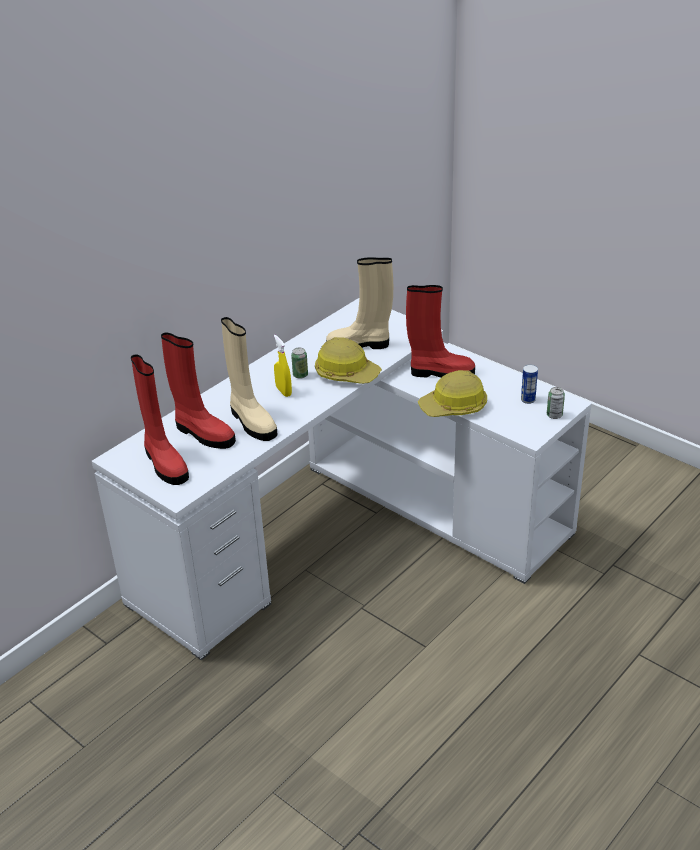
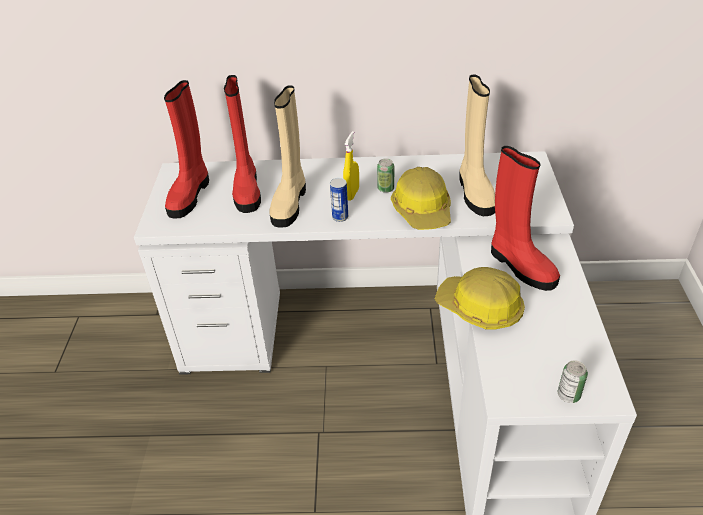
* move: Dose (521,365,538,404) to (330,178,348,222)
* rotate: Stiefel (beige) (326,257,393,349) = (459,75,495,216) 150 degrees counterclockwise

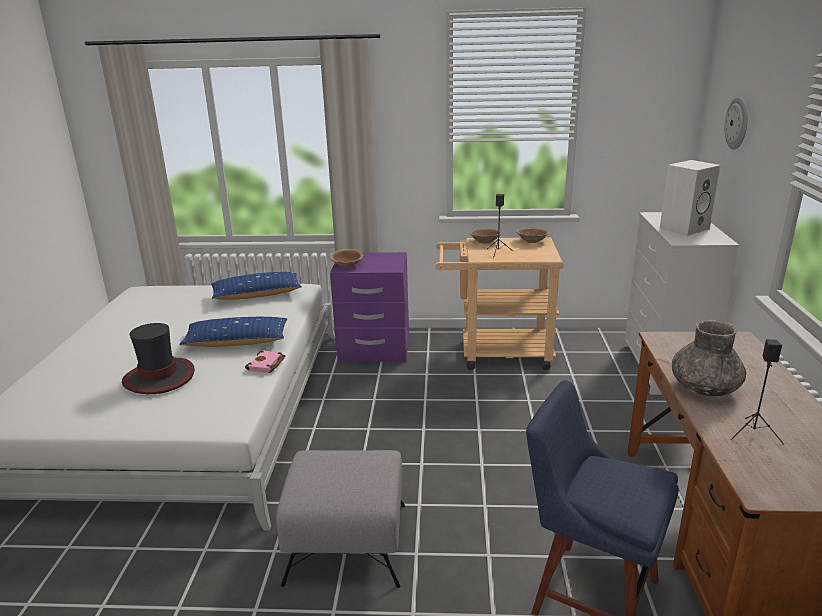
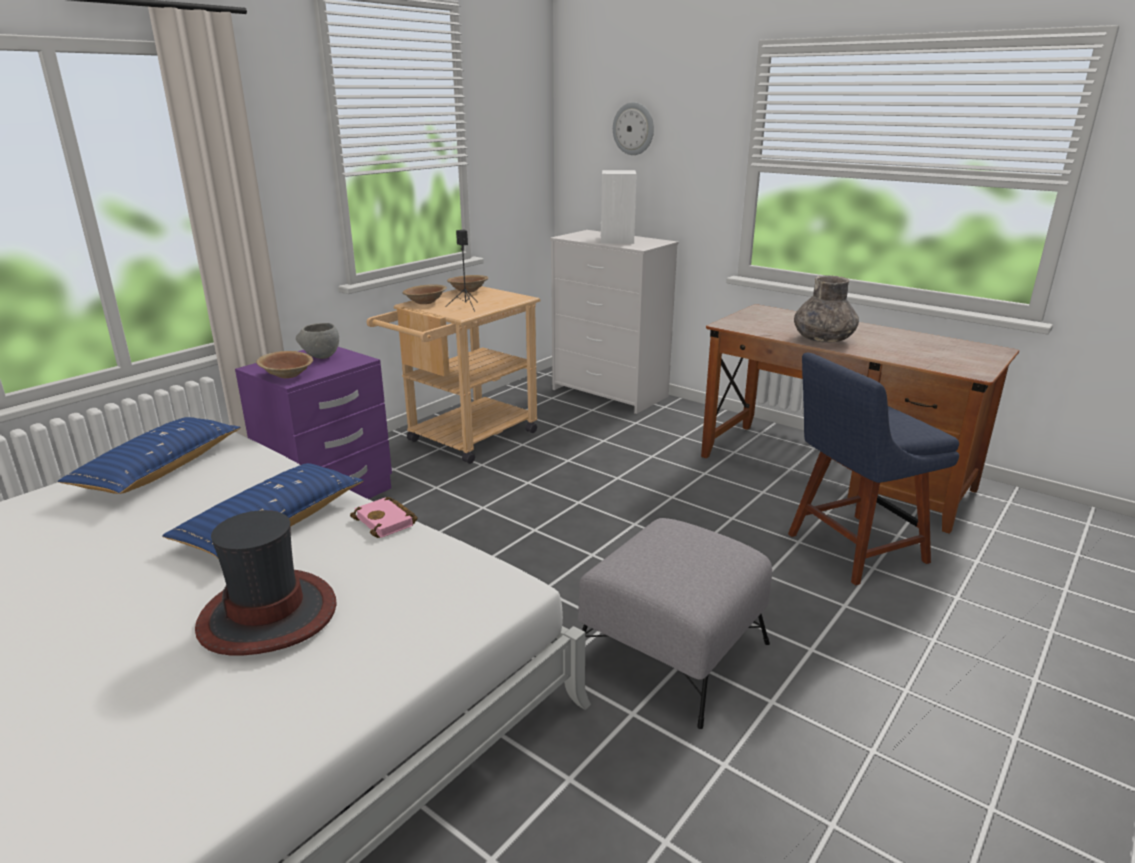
* delete: Lautsprecher (schwarz) (731,339,784,445)
* insert: Schüssel (grau) (296,323,339,359)

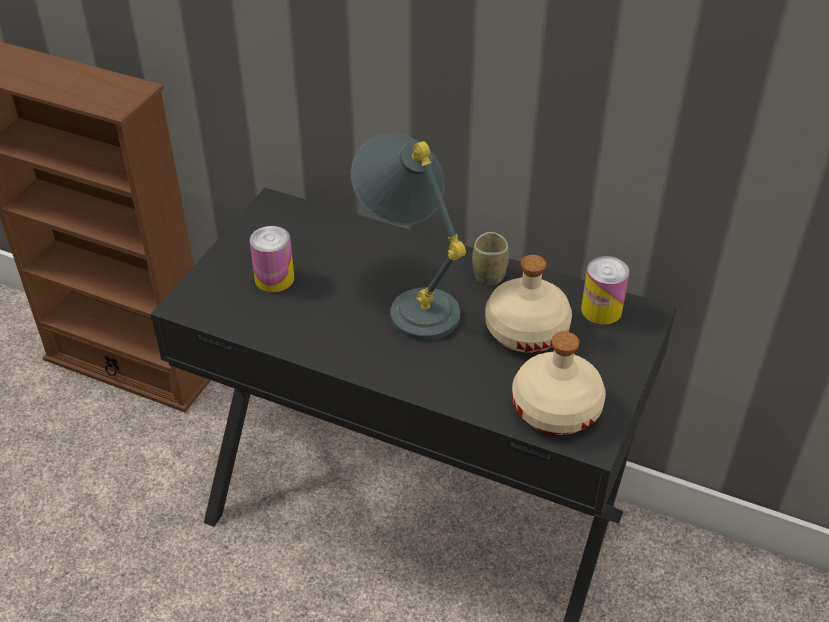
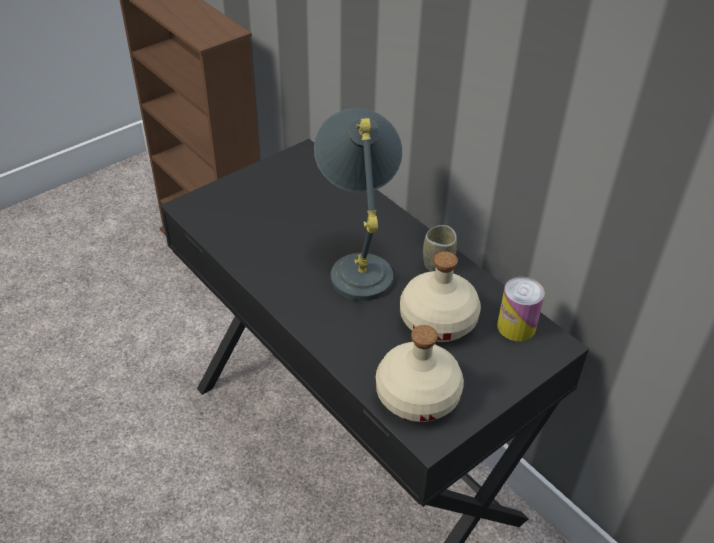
* delete: Dose (250,226,294,292)

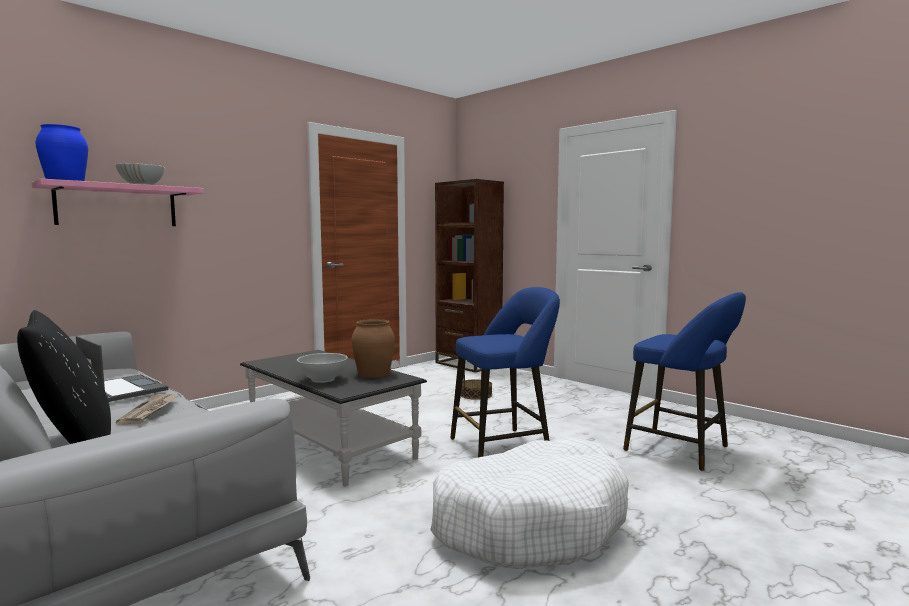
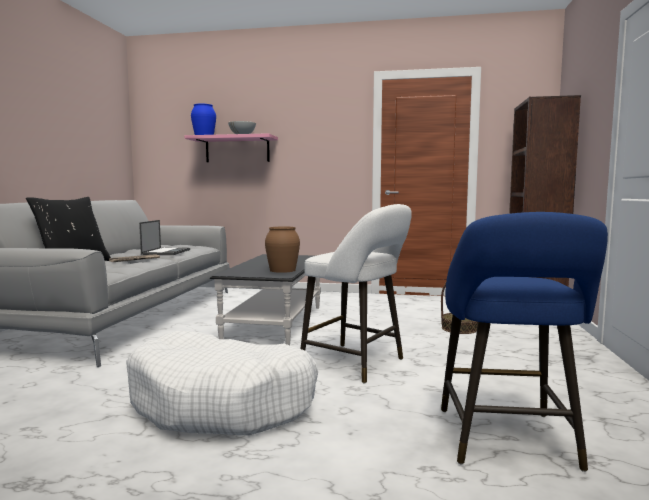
* delete: Schüssel (weiß) (297,353,348,383)
* recolor: Hocker (blau) (450,287,560,457) to Hocker (weiß) (301,204,412,383)

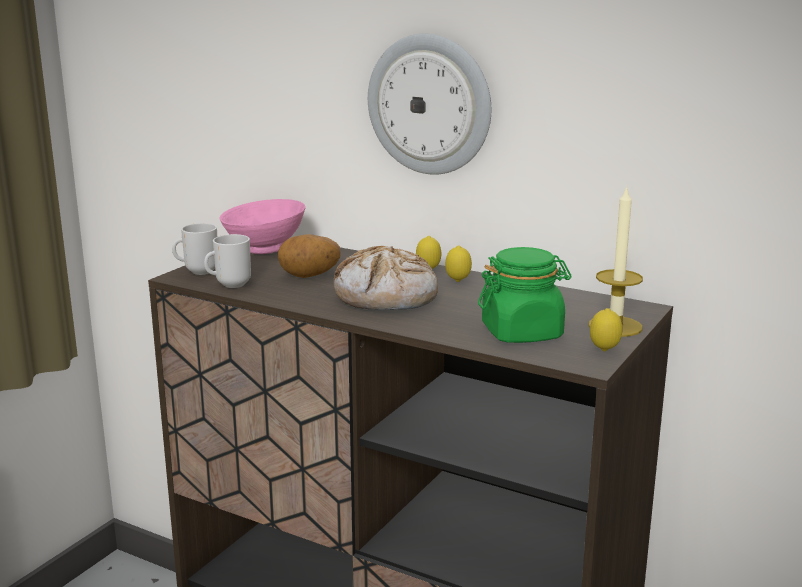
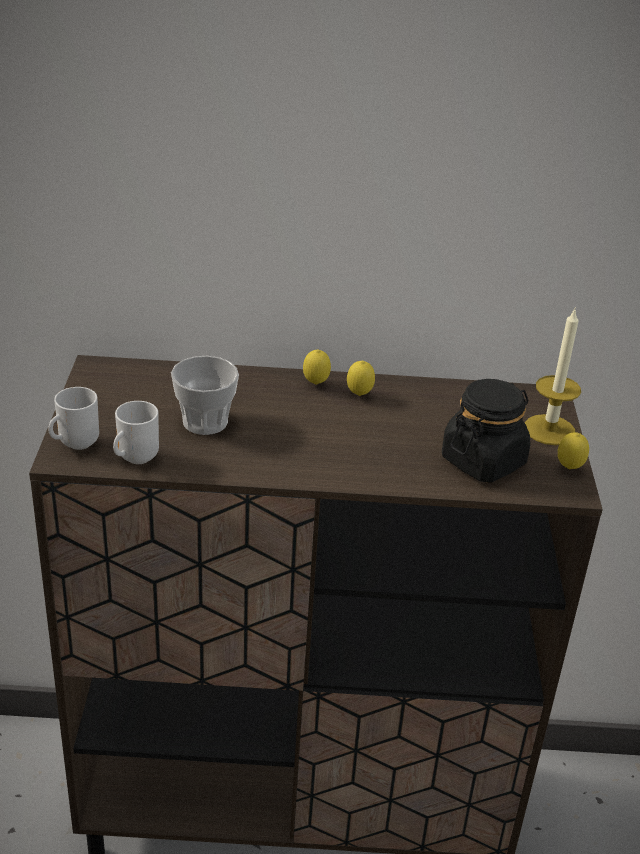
* delete: Schüssel (rosa) (219,199,306,254)
* delete: Brot (334,246,438,310)
* delete: Wanduhr (368,34,491,175)
* replace: Kartoffel (278,234,341,278) to Tasse (171,356,239,435)
* recolor: Vorratsglas (grün) (478,247,571,343) to Vorratsglas (schwarz) (442,379,531,483)

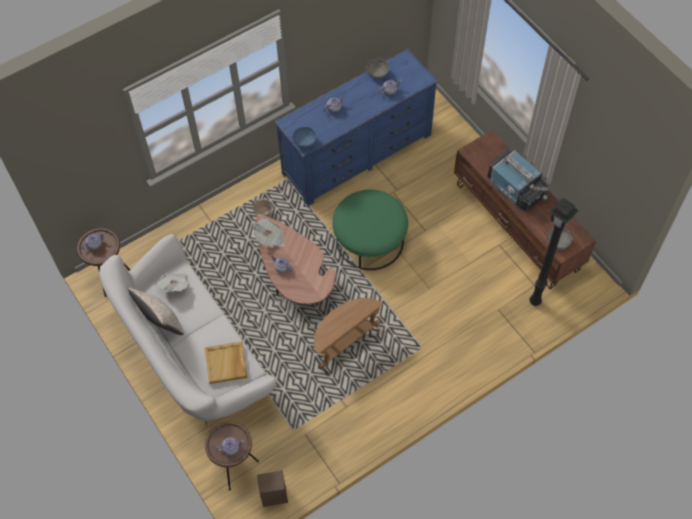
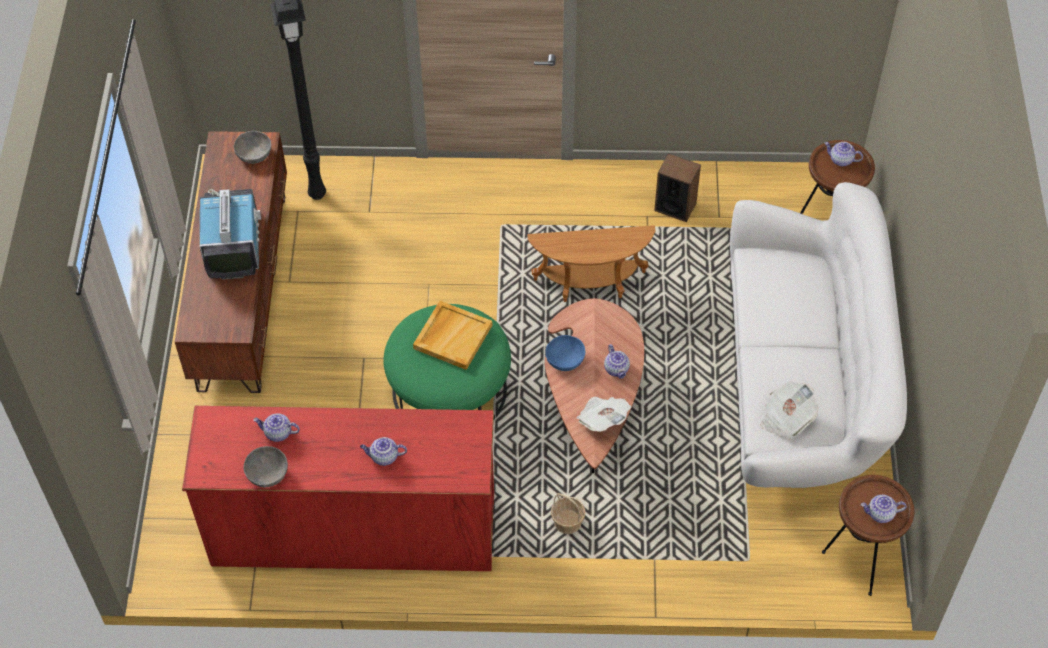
* delete: Kissen (beige) (128,288,184,335)
* move: Tablett (beige) (205,341,248,384) to (413,301,492,370)
* move: Lautsprecher (257,470,288,507) to (654,153,701,222)
* move: Schüssel (blau) (293,127,317,148) to (545,335,585,371)
* recolor: Kommode (blau) (274,49,438,206) to Kommode (rot) (182,405,494,571)

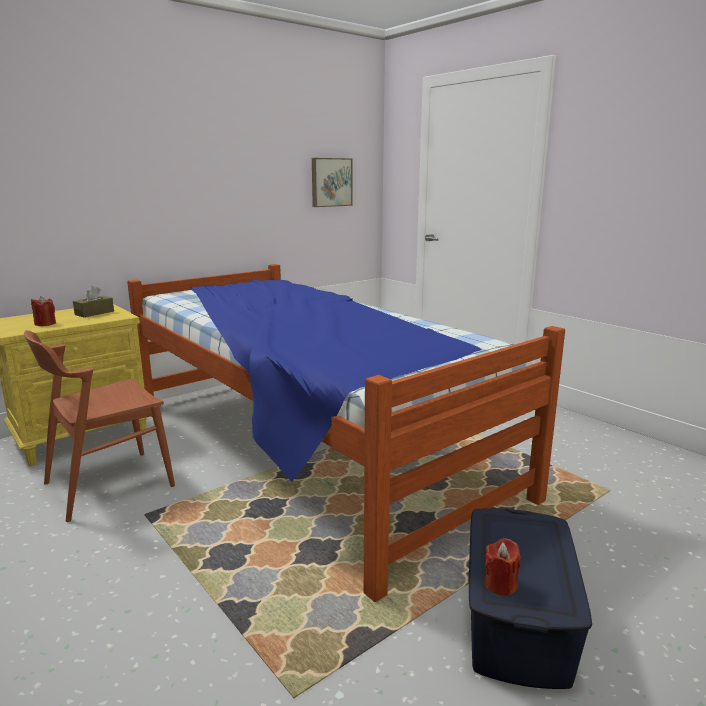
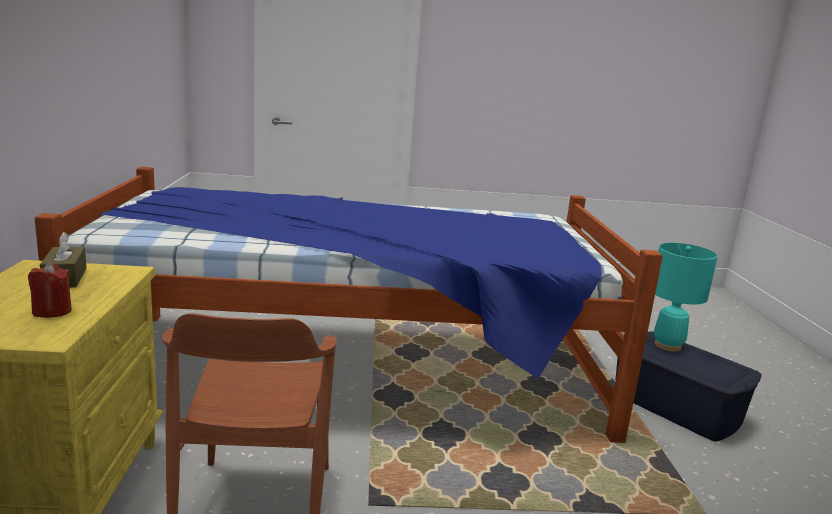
* delete: Bild (312,158,353,207)
* delete: Kerze (rot) (484,538,521,596)
* insert: Tischlampe (türkis) (654,243,718,352)

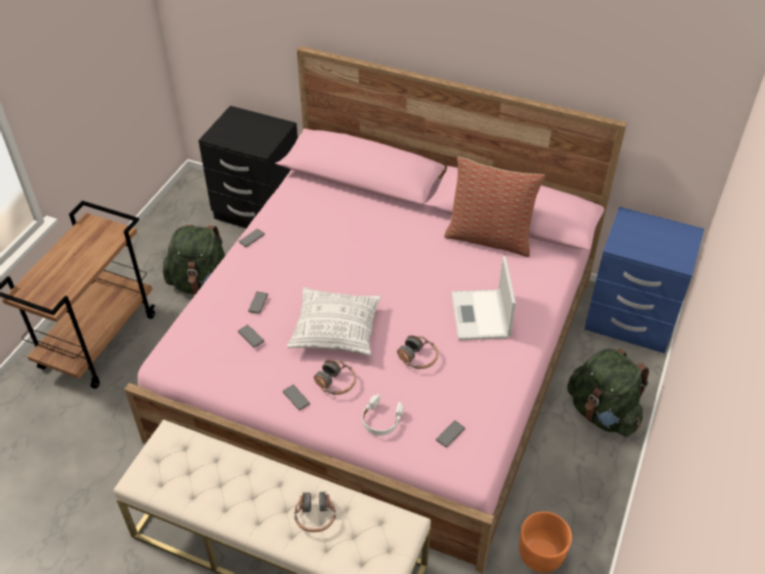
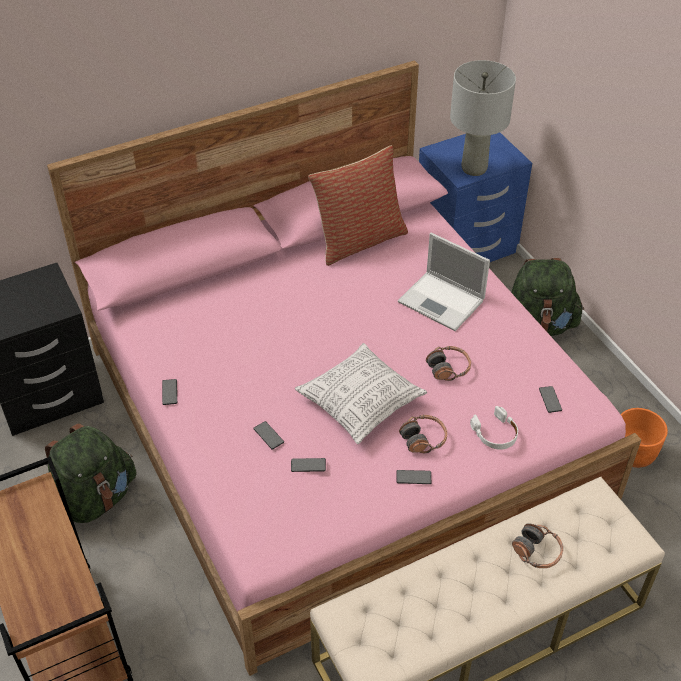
* insert: Tischlampe (grau) (450,60,516,176)

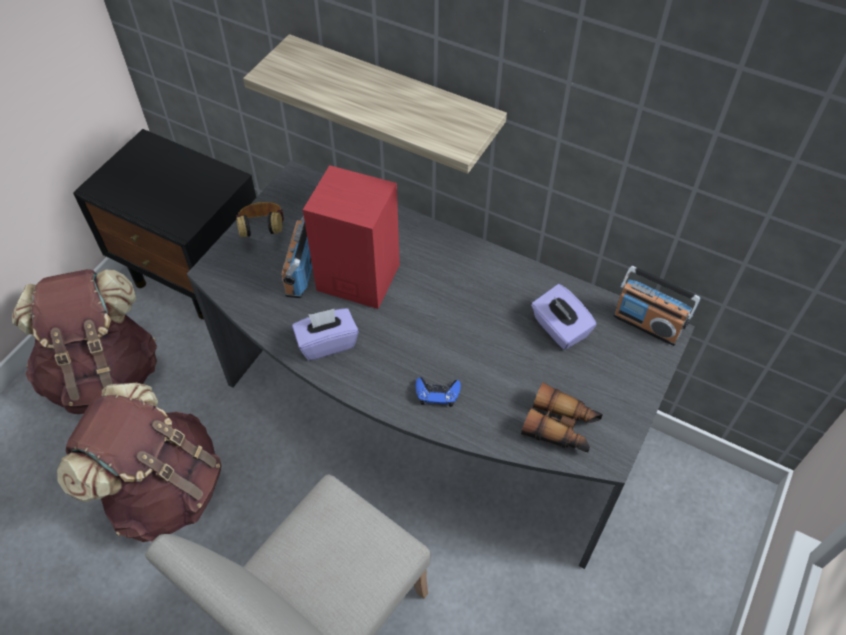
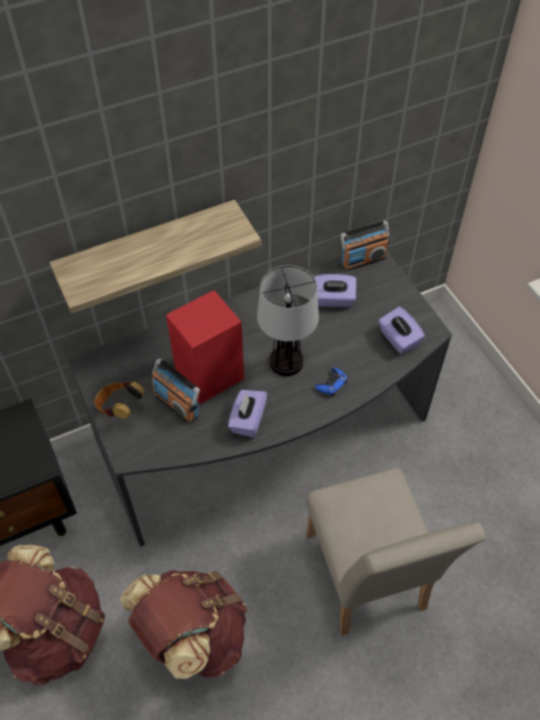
* insert: Tischlampe (257,265,319,376)
* replace: Fernglas (521,383,603,452) to Taschentuchbox (lila) (379,307,425,354)

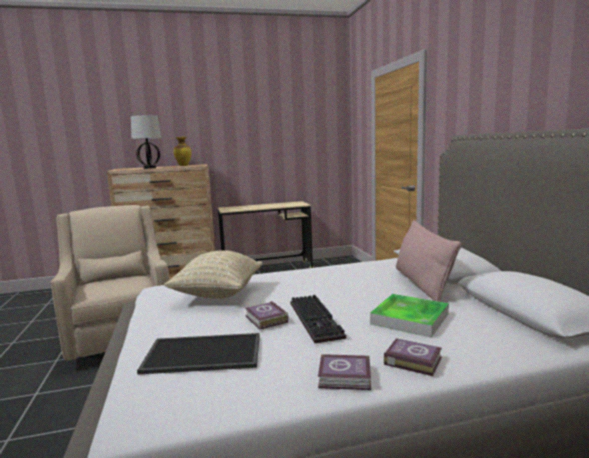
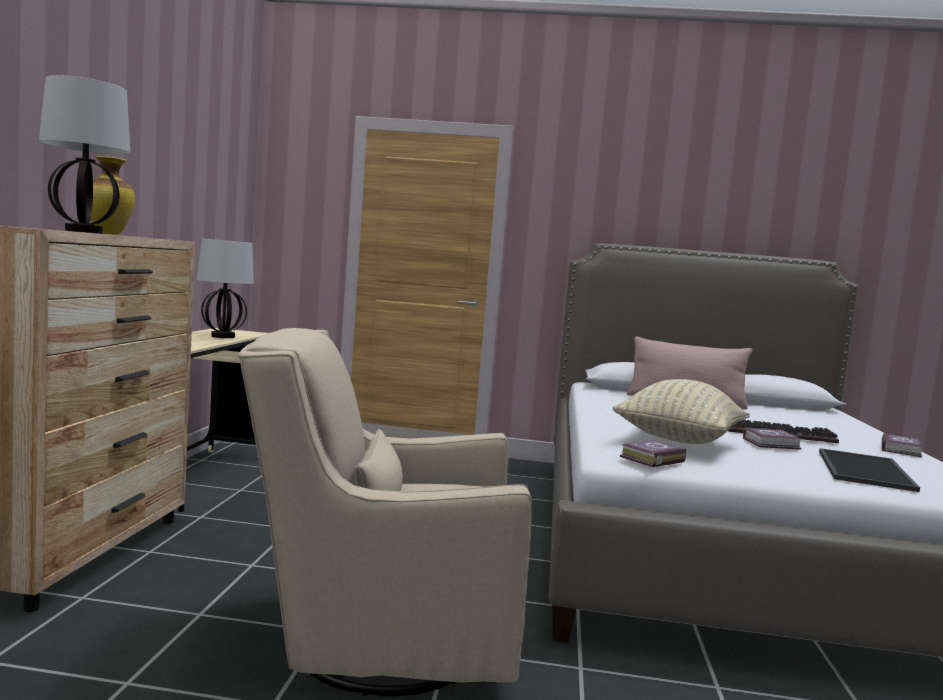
* delete: Tablett (370,294,449,337)
* insert: Tischlampe (197,239,254,338)
* move: Buch (384,338,442,376) to (620,440,686,467)

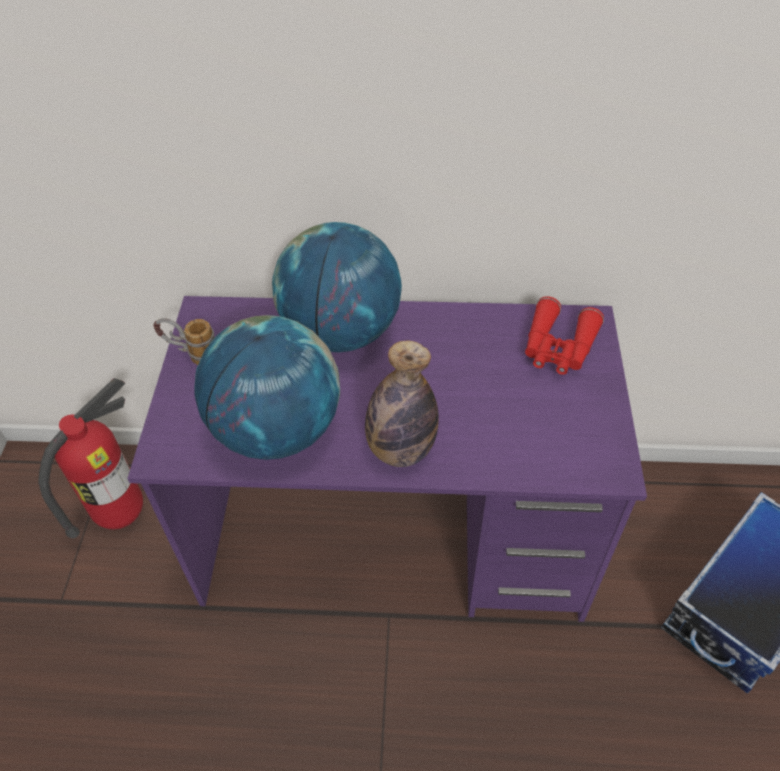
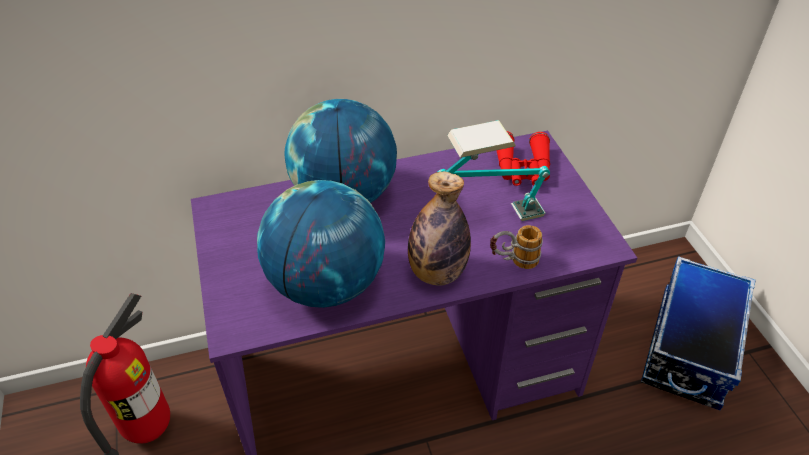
* insert: Tischlampe (438,120,550,221)
* move: Henkelbecher (153,318,214,365) to (490,225,543,269)

